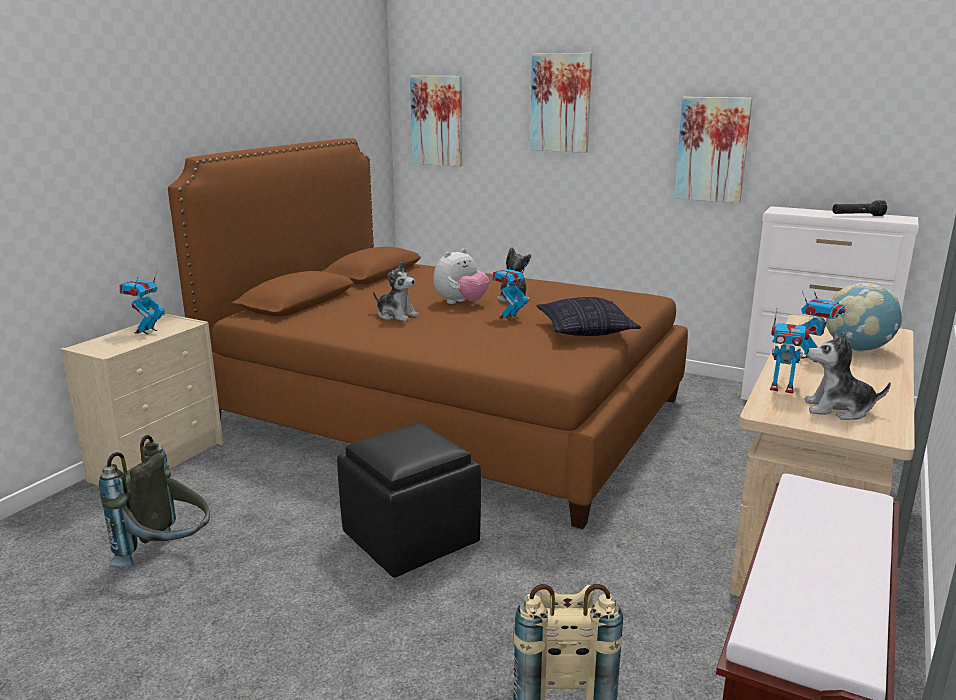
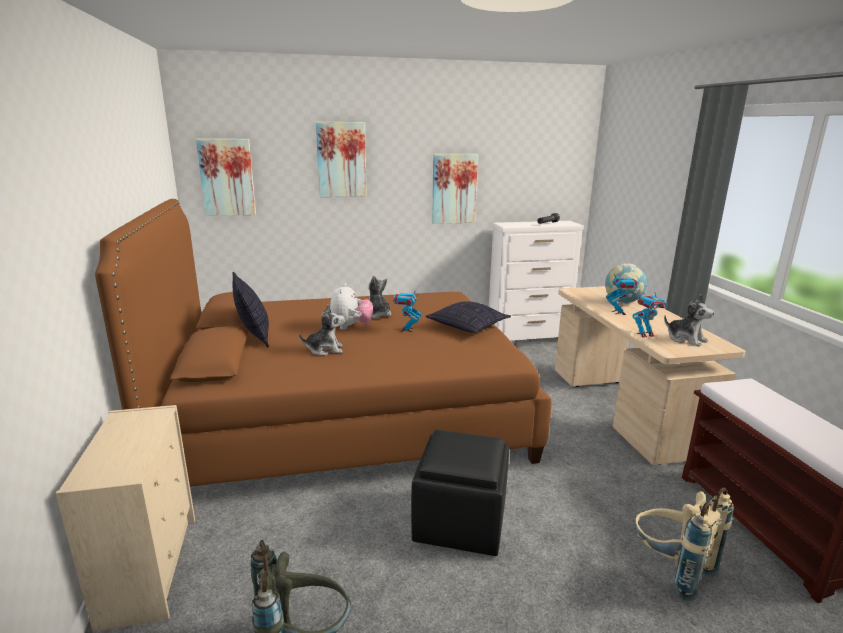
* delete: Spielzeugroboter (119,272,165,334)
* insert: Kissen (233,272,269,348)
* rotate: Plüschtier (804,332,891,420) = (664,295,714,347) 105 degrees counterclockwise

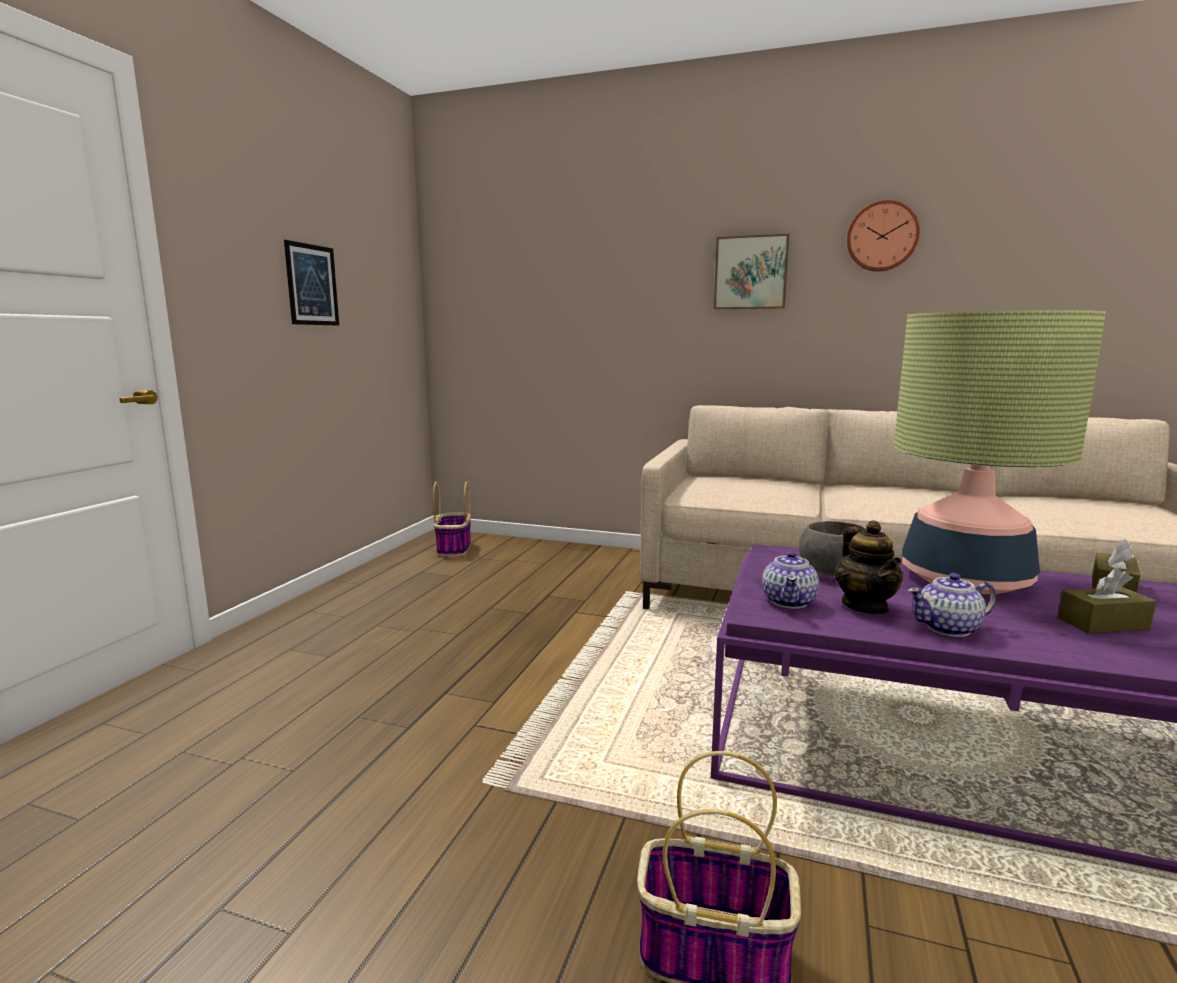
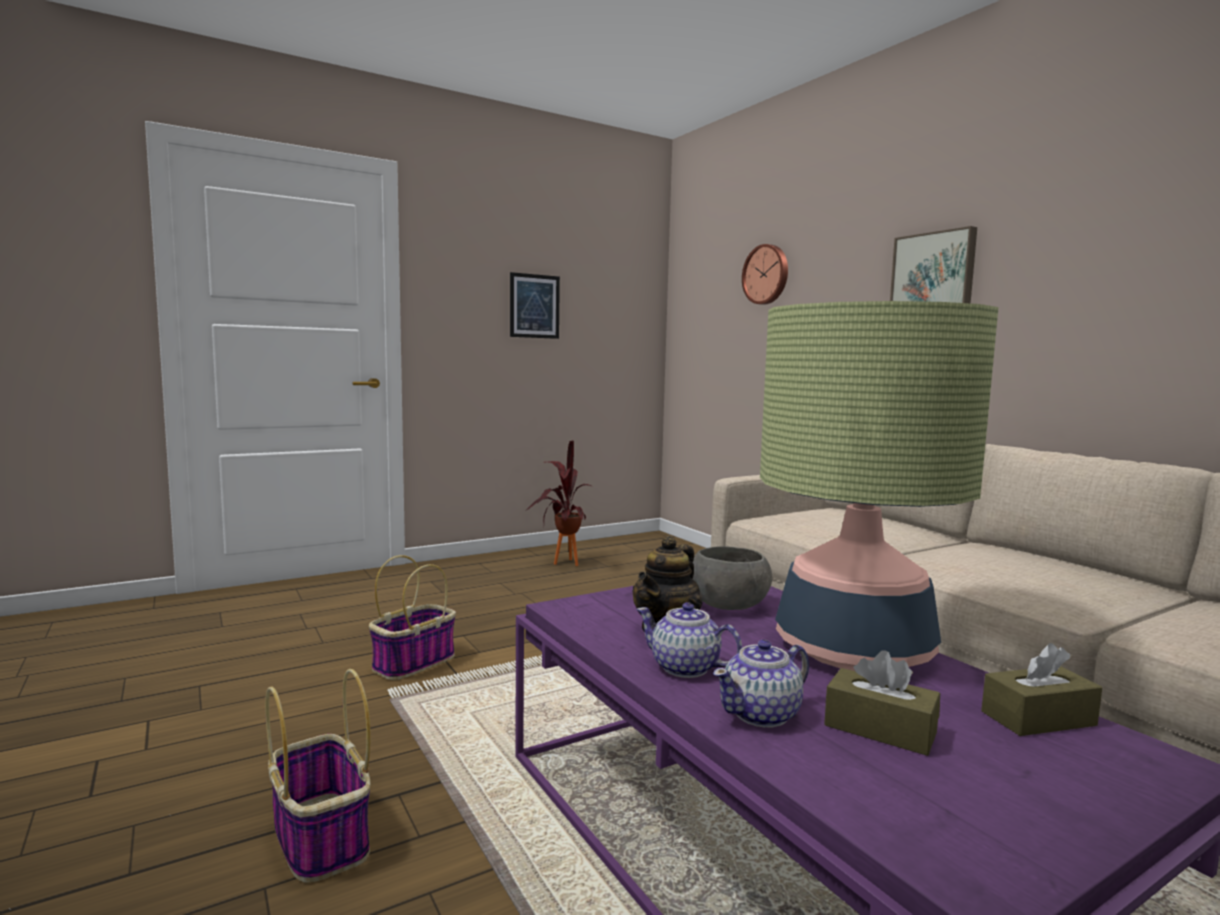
* insert: Topfpflanze (525,440,592,566)
* move: Korb (433,482,471,556) to (369,555,456,680)
* move: Teekanne (762,551,819,609) to (713,640,809,728)
* move: Wanduhr (847,200,920,272) to (742,244,788,305)

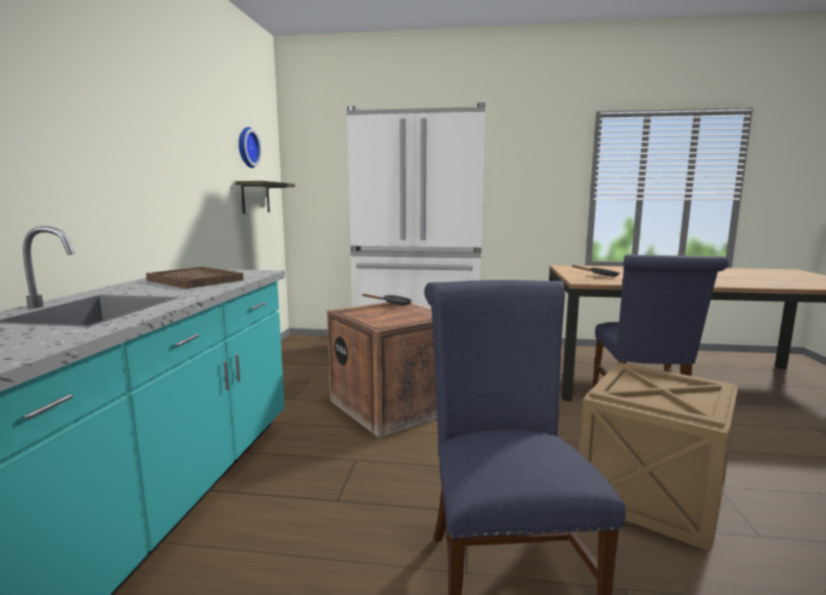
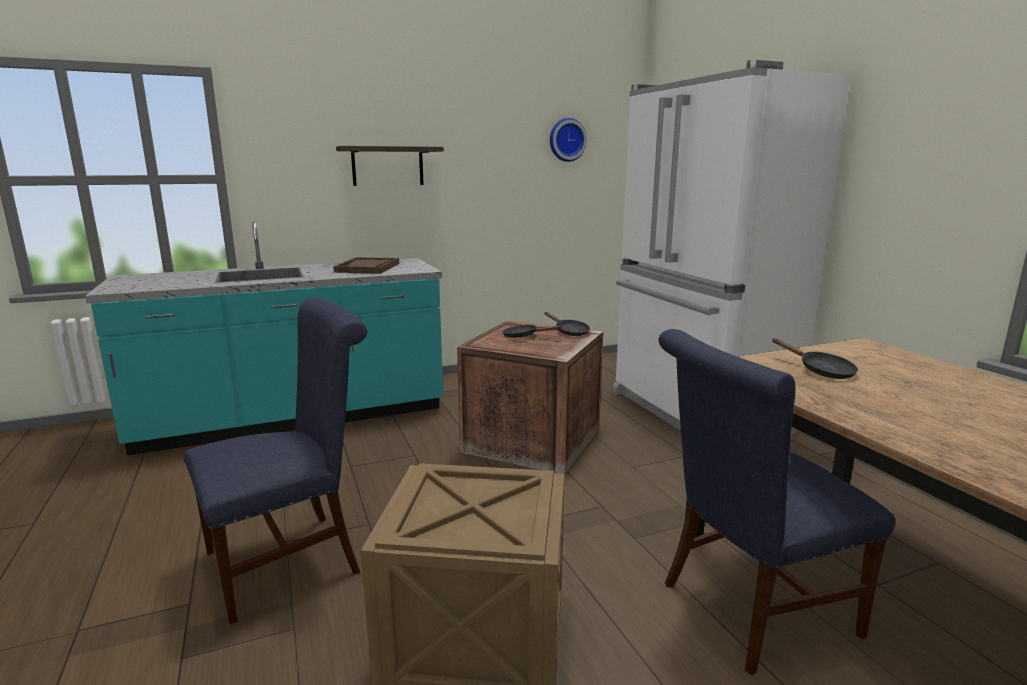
* insert: Pfanne (schwarz) (502,325,561,338)
* move: Wandregal (235,181,295,214) to (336,146,444,186)

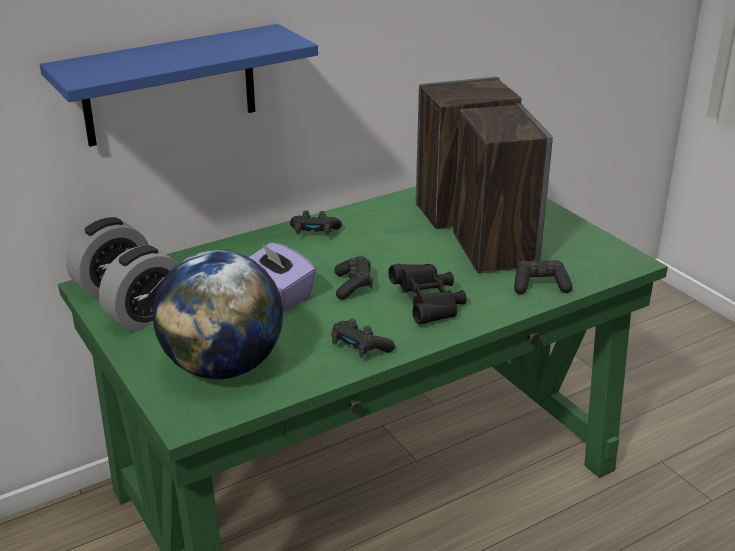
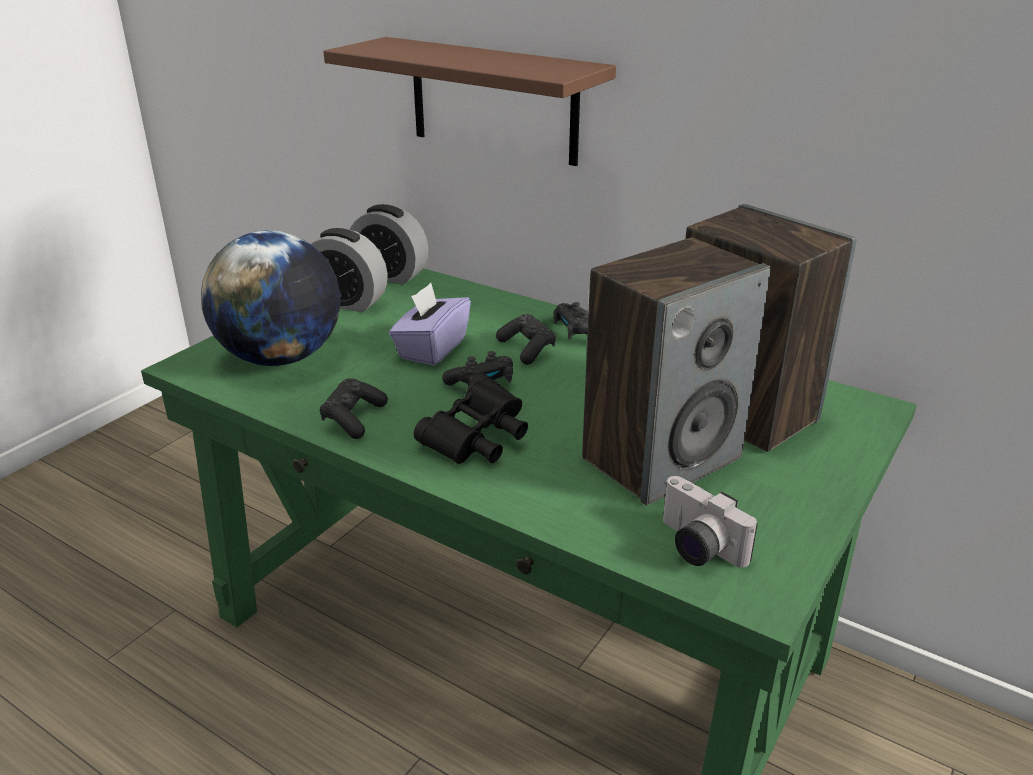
* insert: Kamera (663,476,758,568)
* move: Gamepad (schwarz) (514,260,572,294) to (496,314,556,365)
* recolor: Wandregal (blau) (40,24,318,147) to Wandregal (braun) (323,37,616,166)

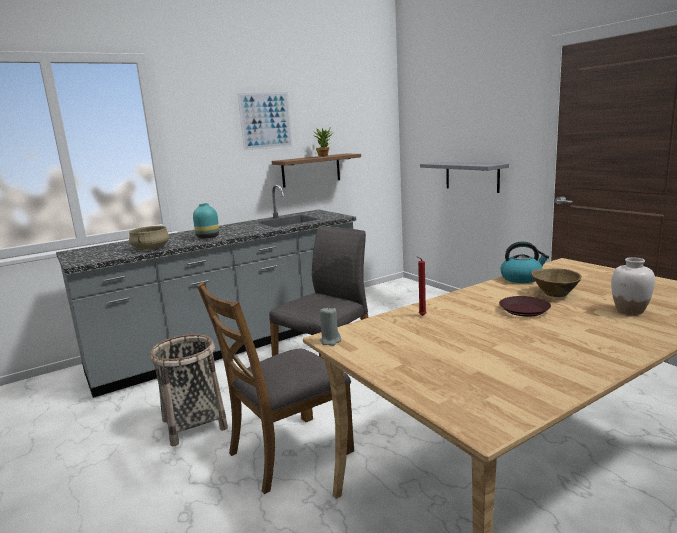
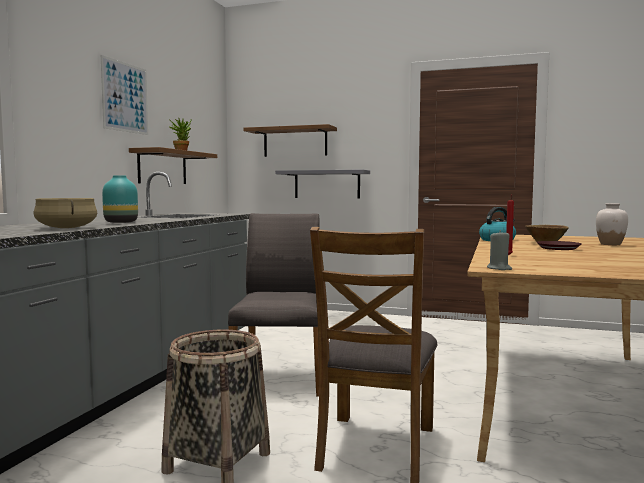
* insert: Wandregal (braun) (243,124,337,157)

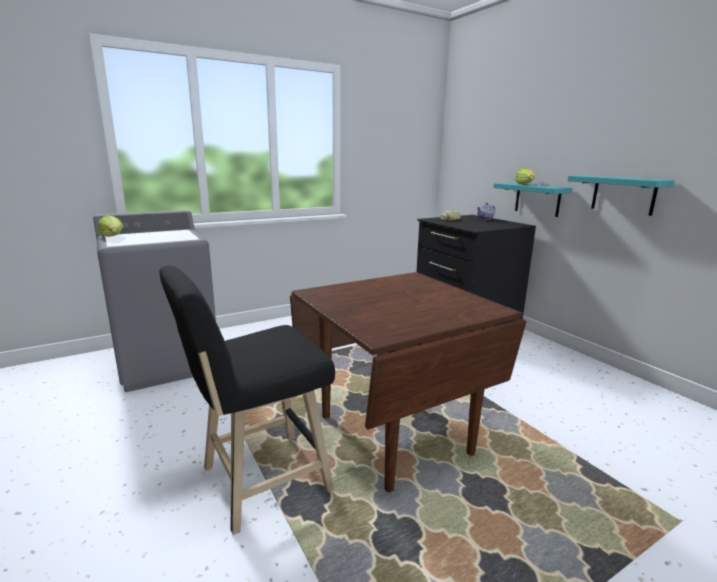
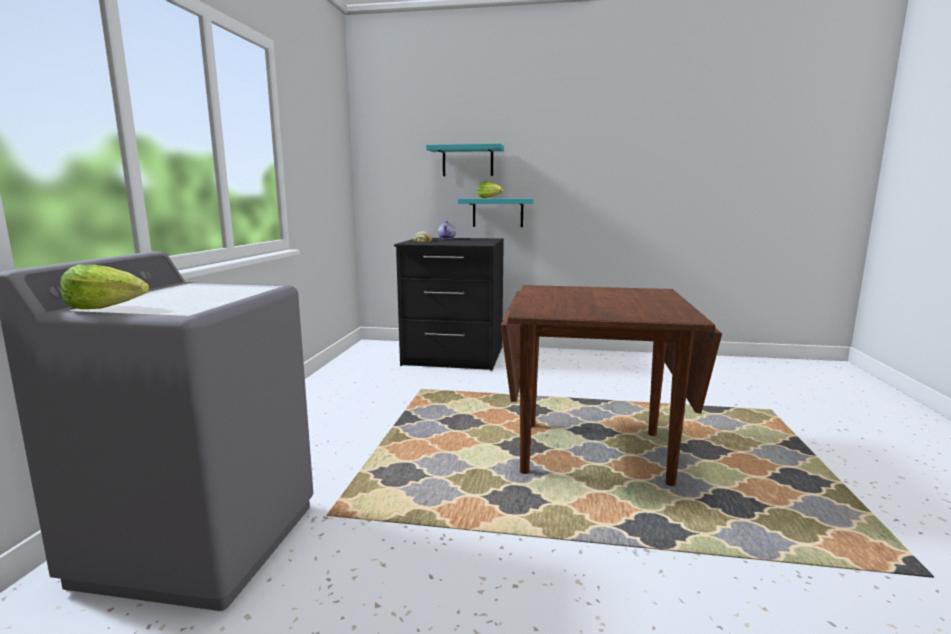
* delete: Hocker (schwarz) (159,266,335,535)
* move: Wandregal (türkis) (568,175,675,216) to (426,144,504,176)

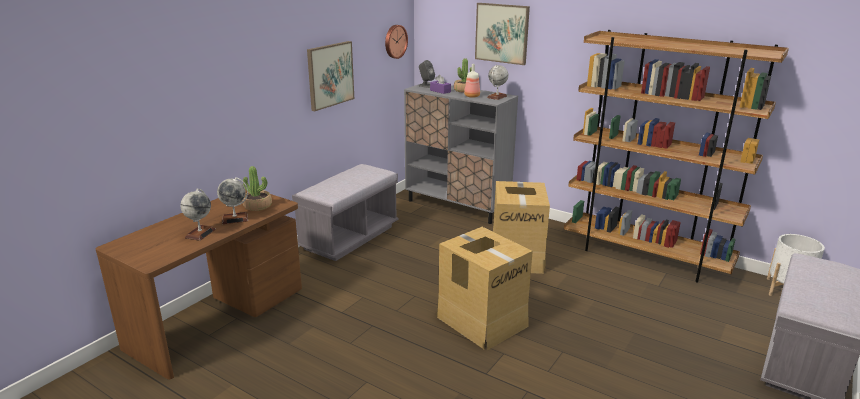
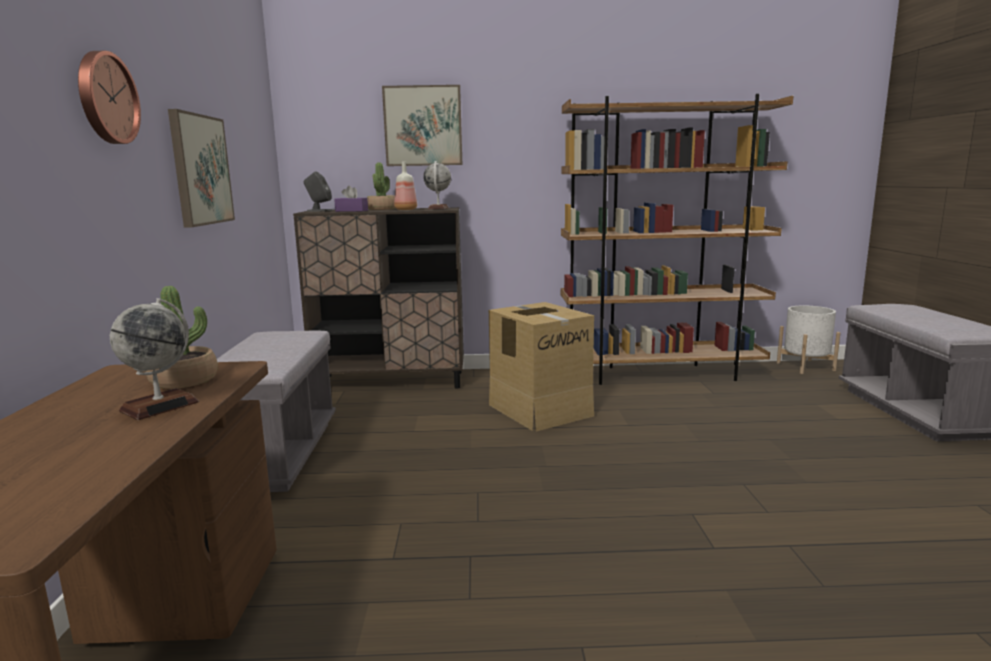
* delete: Globus (180,189,216,241)
* delete: Karton (437,227,533,350)
* move: Wanduhr (385,25,408,59) to (78,51,141,144)
* recolor: Schrank (grau) (404,82,518,224) to Schrank (braun) (293,207,464,388)

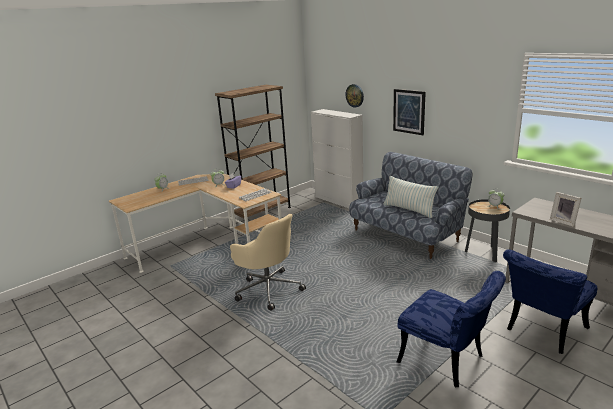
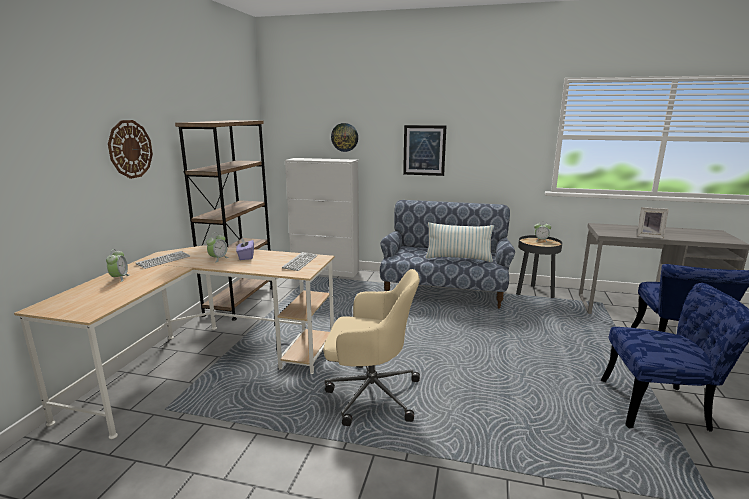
* insert: Wanduhr (108,120,153,179)

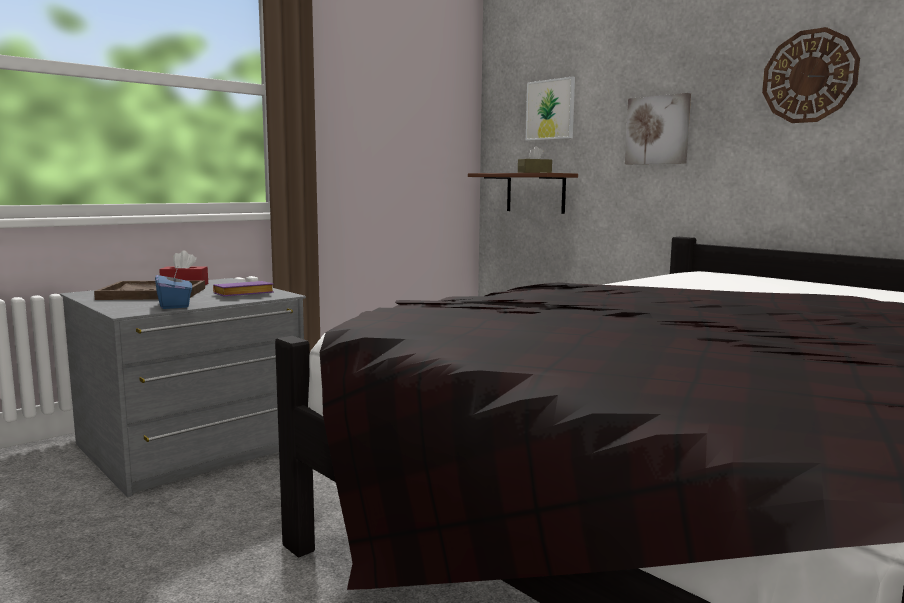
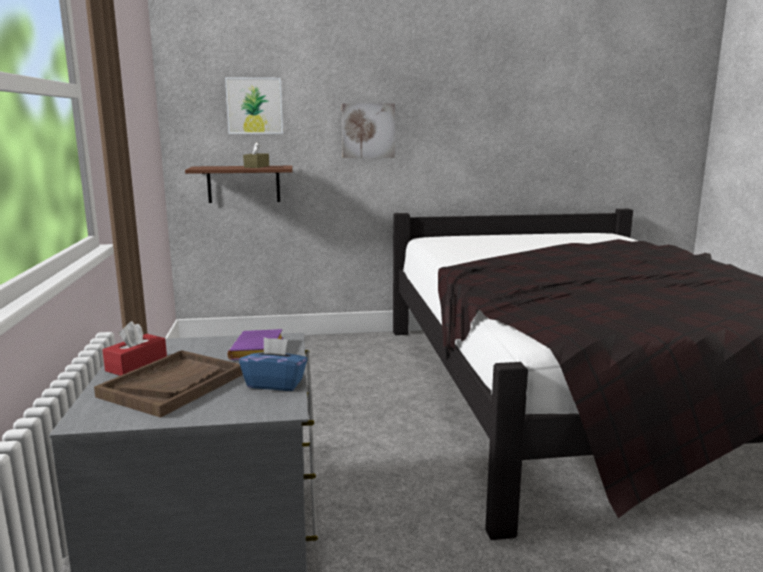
* delete: Wanduhr (762,27,860,123)

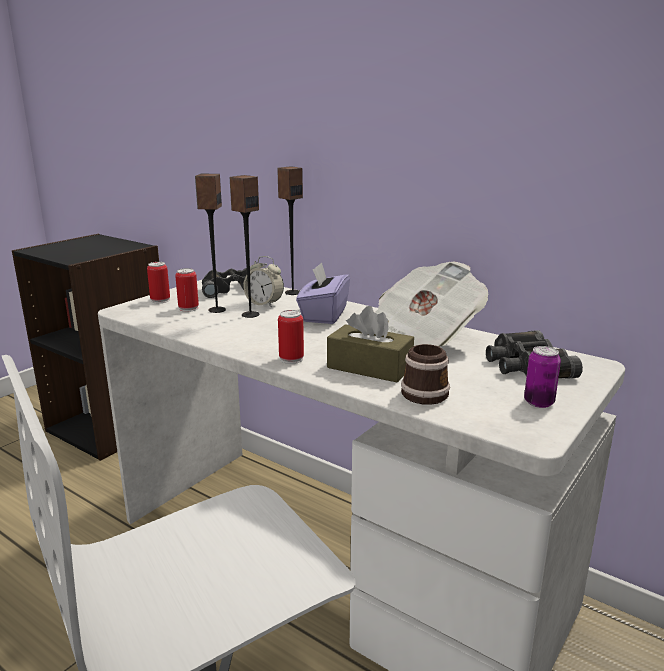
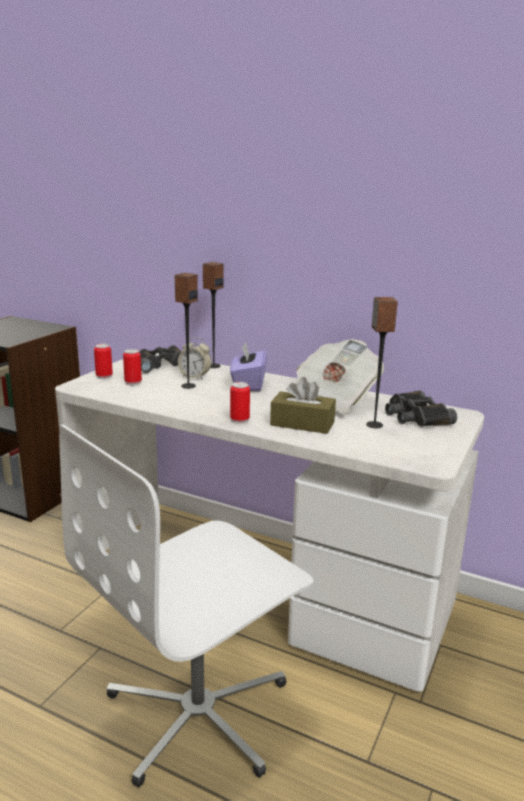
* delete: Henkelbecher (401,344,450,405)
* delete: Dose (524,346,561,408)
* move: Lautsprecher (195,174,226,313) to (366,297,398,428)

